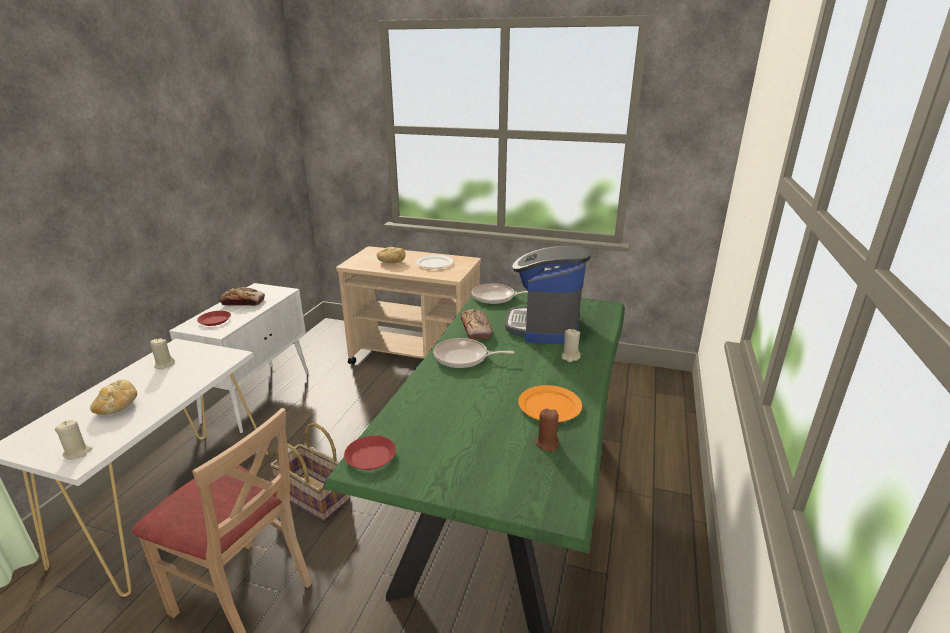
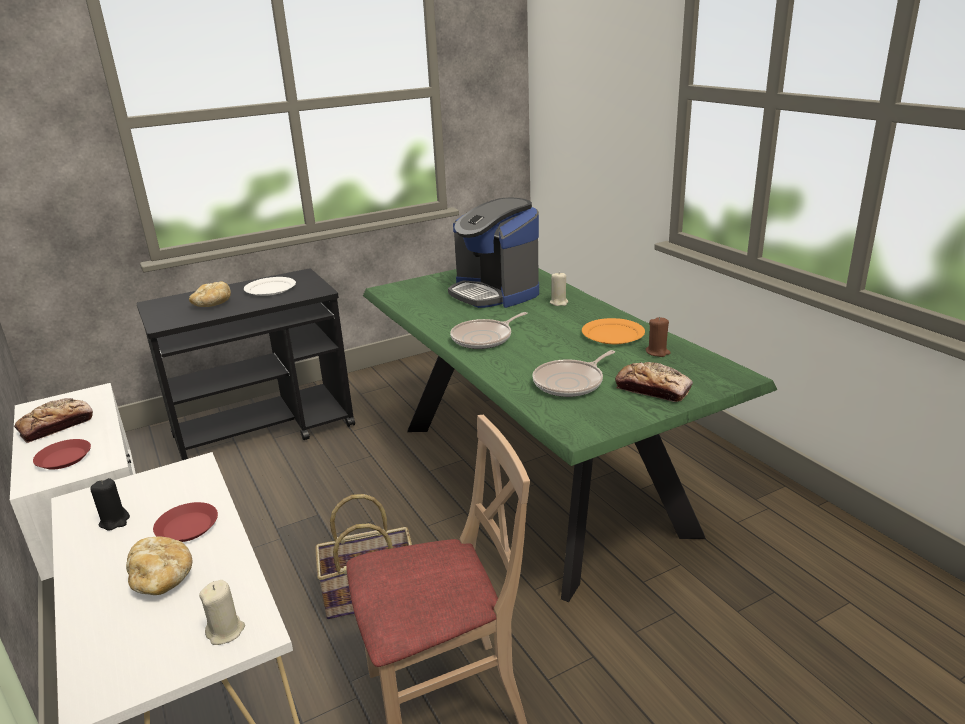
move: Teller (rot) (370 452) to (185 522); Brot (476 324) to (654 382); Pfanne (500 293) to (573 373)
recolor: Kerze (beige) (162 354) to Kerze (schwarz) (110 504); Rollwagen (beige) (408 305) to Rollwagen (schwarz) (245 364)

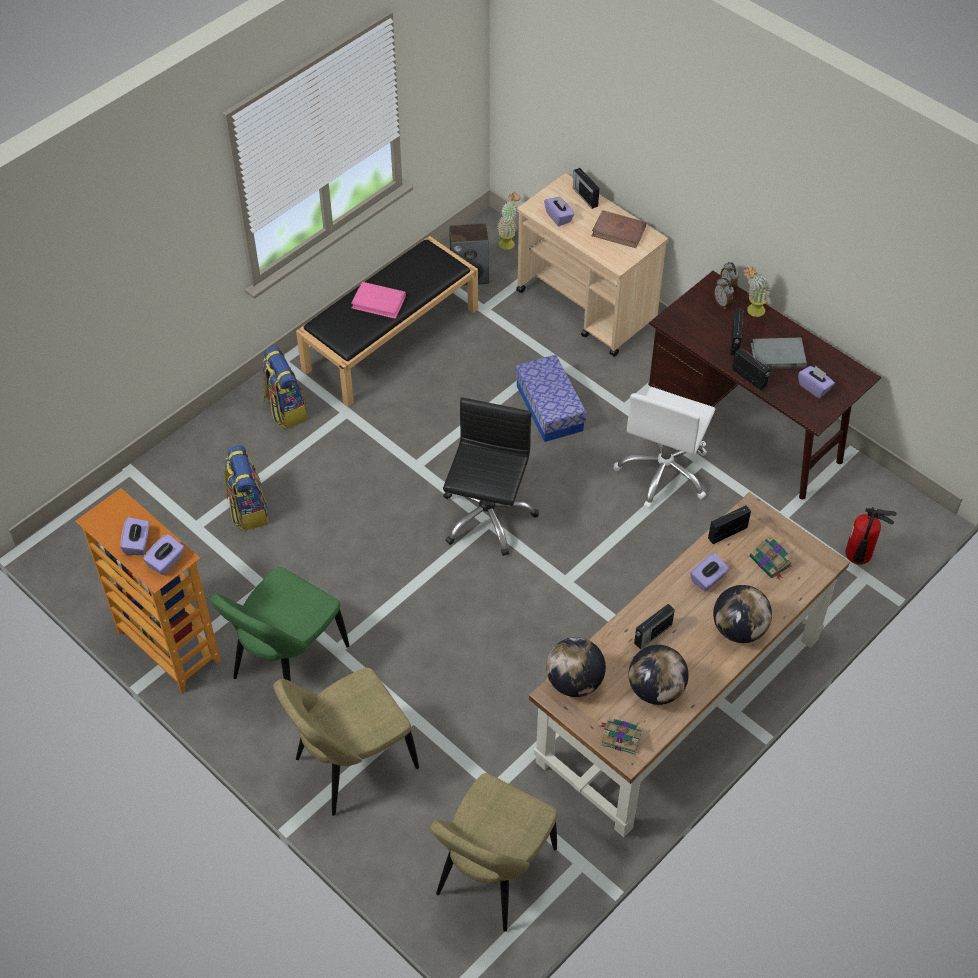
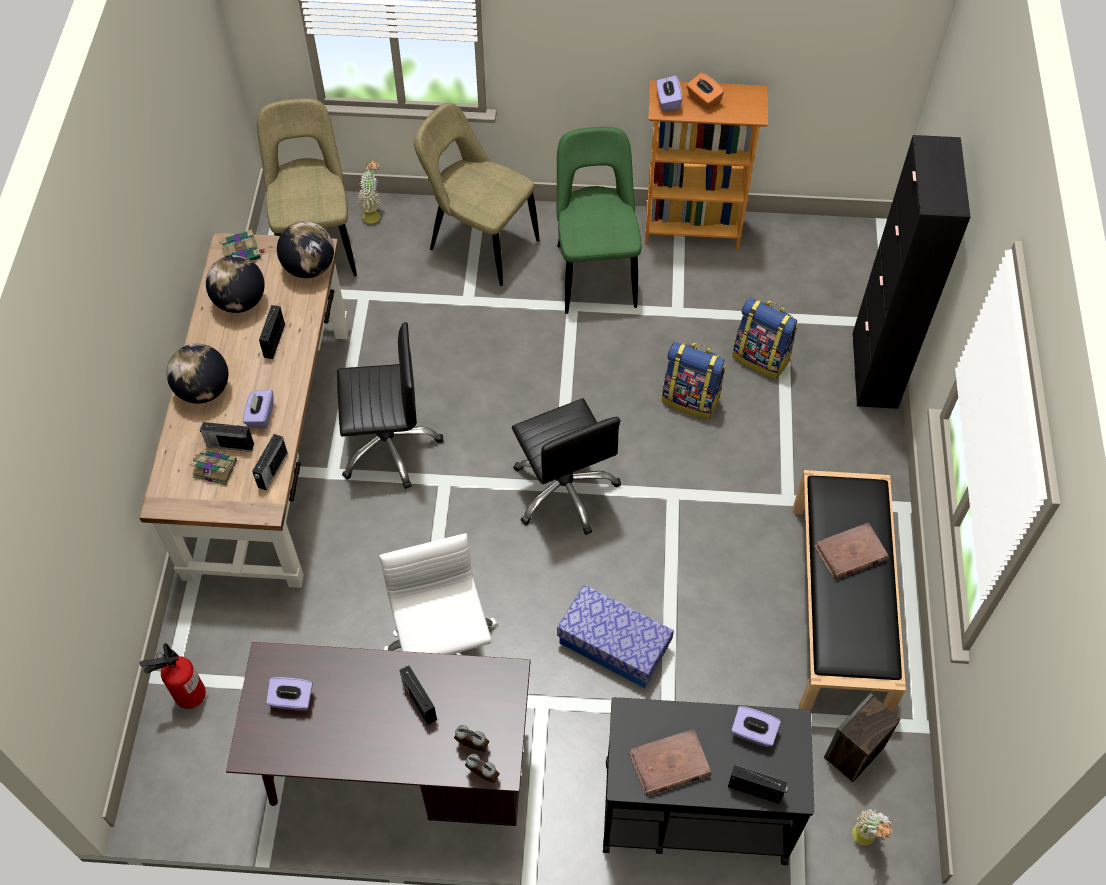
delete: Buch (grau) (779 353)
insert: Bürostuhl (schwarz) (390 405); Schrank (schwarz) (911 272)
move: Rucksack (284 387) to (694 380); Radio (751 369) to (227 437); Topfpflanze (757 291) to (368 191)
recolor: Taschentuchbox (lila) (134 536) to Taschentuchbox (orange) (705 91); Buch (rosa) (378 300) to Buch (braun) (851 551); Rollwagen (beige) (592 265) to Rollwagen (schwarz) (708 781)
rotate: Stuhl (beige) (346 742) = (476 194) 75 degrees counterclockwise

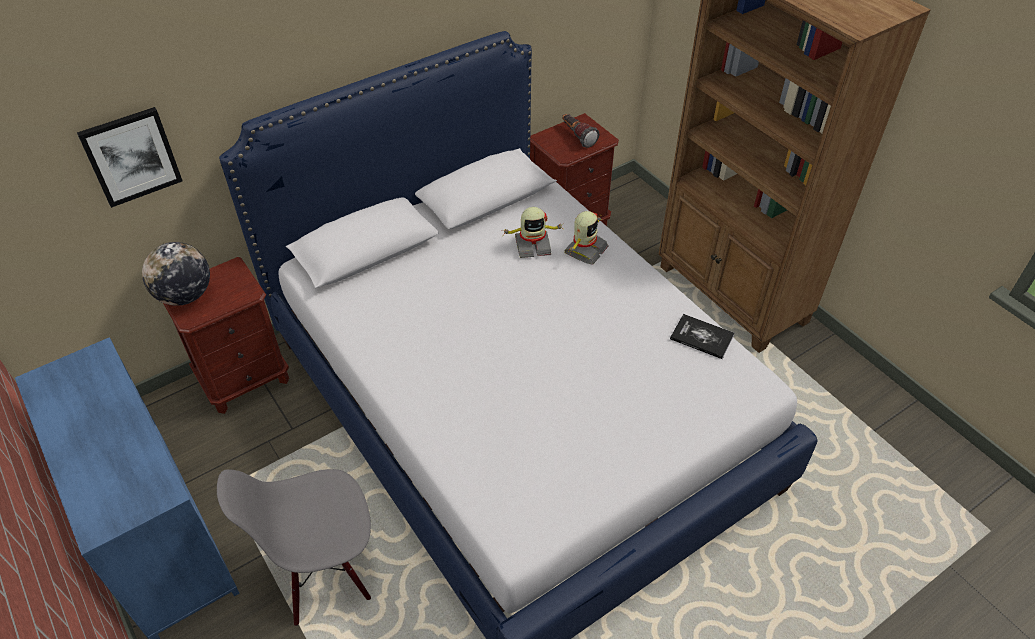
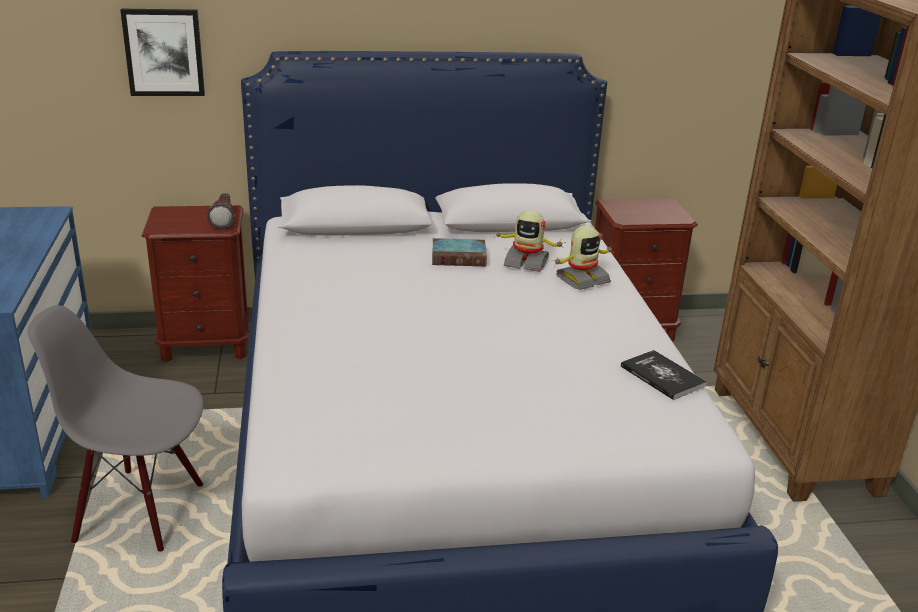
delete: Globus (176 274)
insert: Buch (459 252)
move: Taschenlampe (580 131) to (221 211)

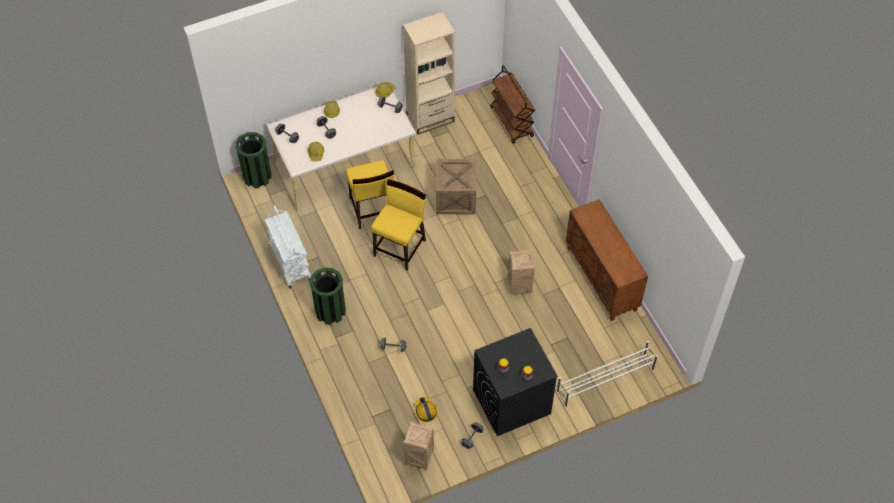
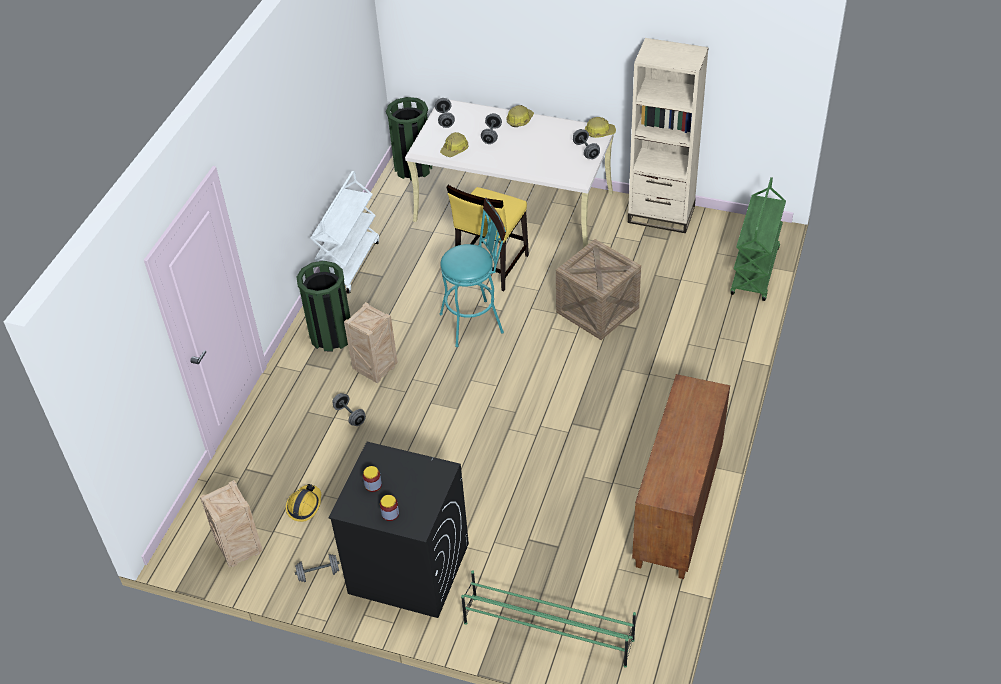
move: Kiste (521 272) to (371 342)
replace: Stuhl (gelb) (398 225) to Hocker (türkis) (473 272)
recolor: Rollwagen (braun) (512 104) to Rollwagen (grün) (758 239); Schuhregal (weiß) (607 374) to Schuhregal (grün) (548 619)

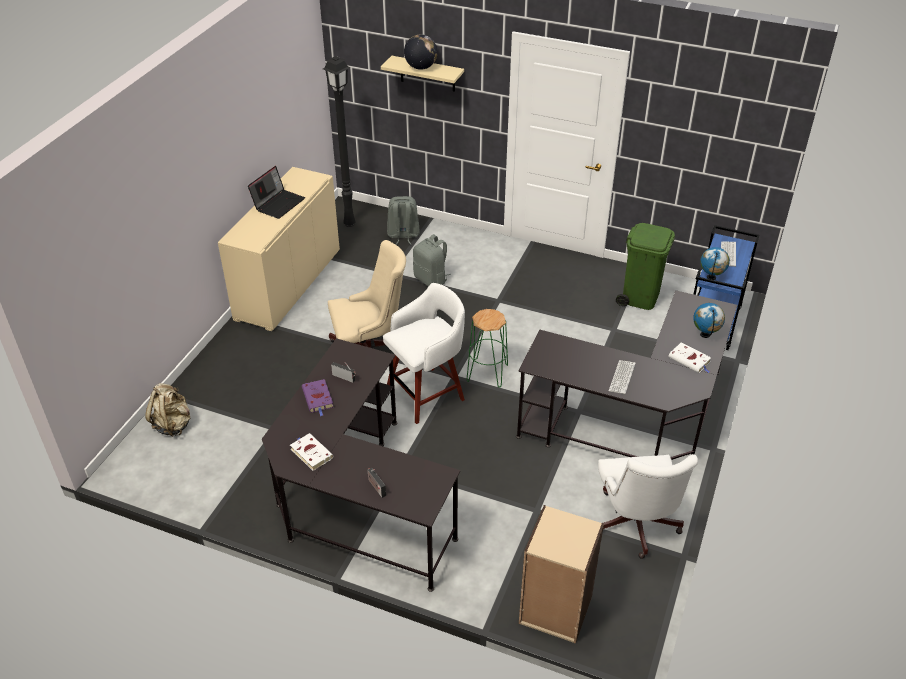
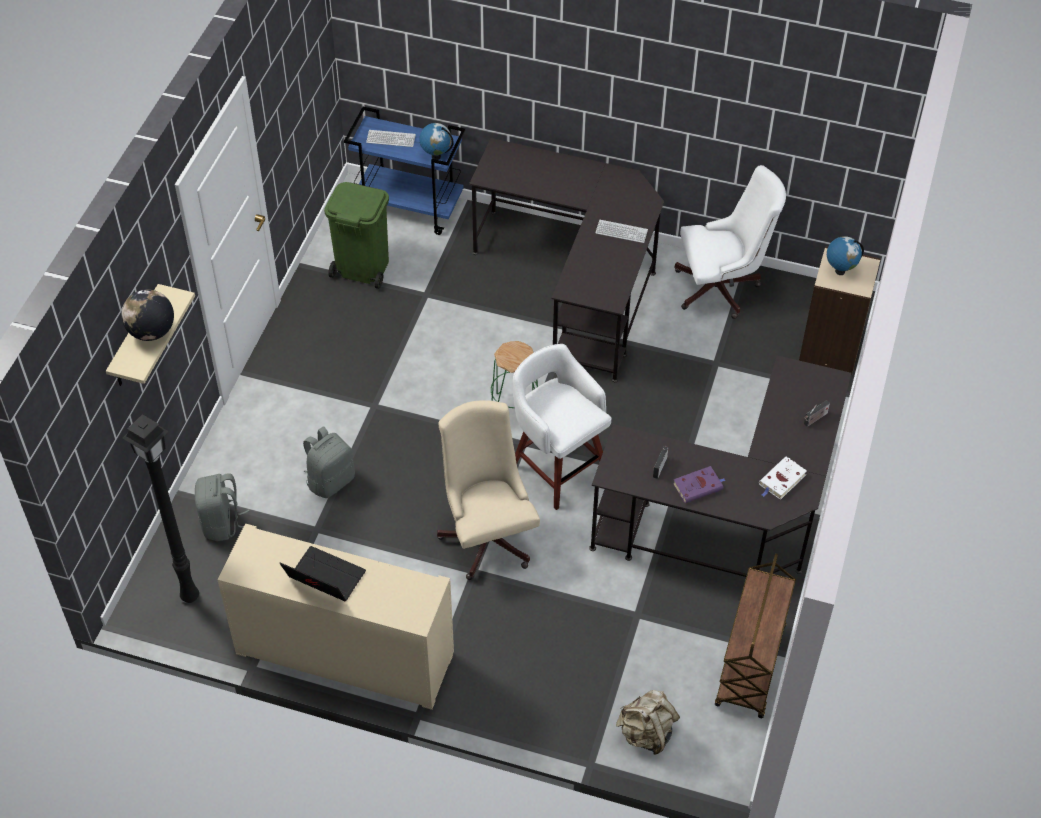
delete: Buch (weiß) (689 357)
insert: Rollwagen (braun) (755 635)
move: Globus (709 320) to (845 255)

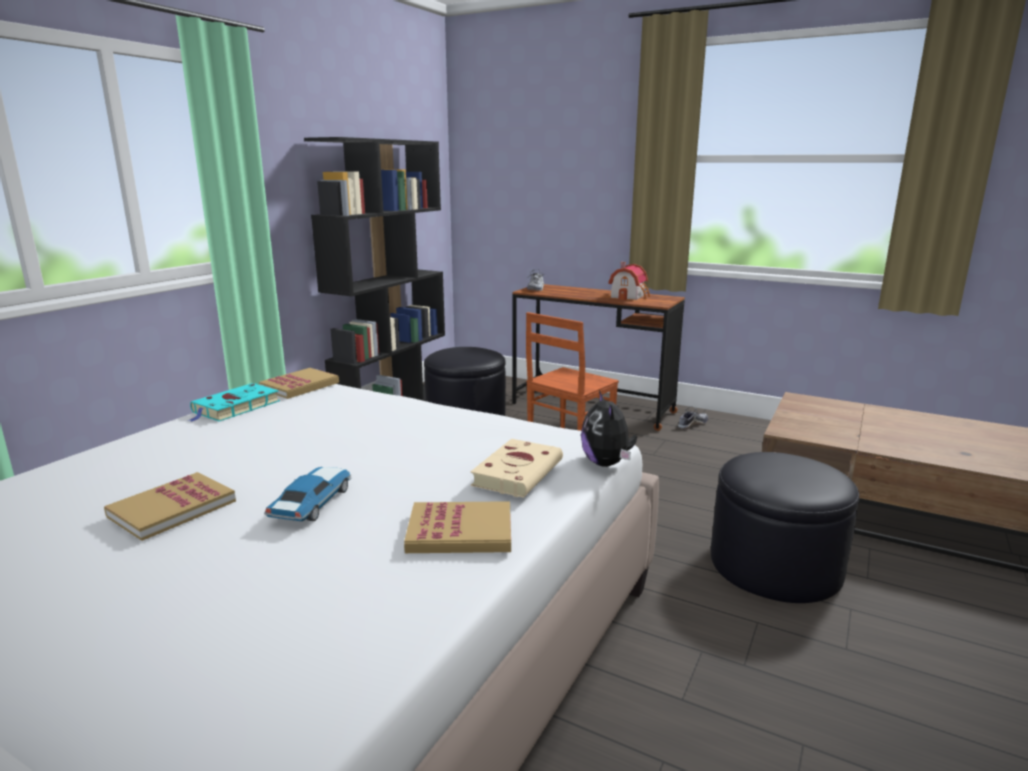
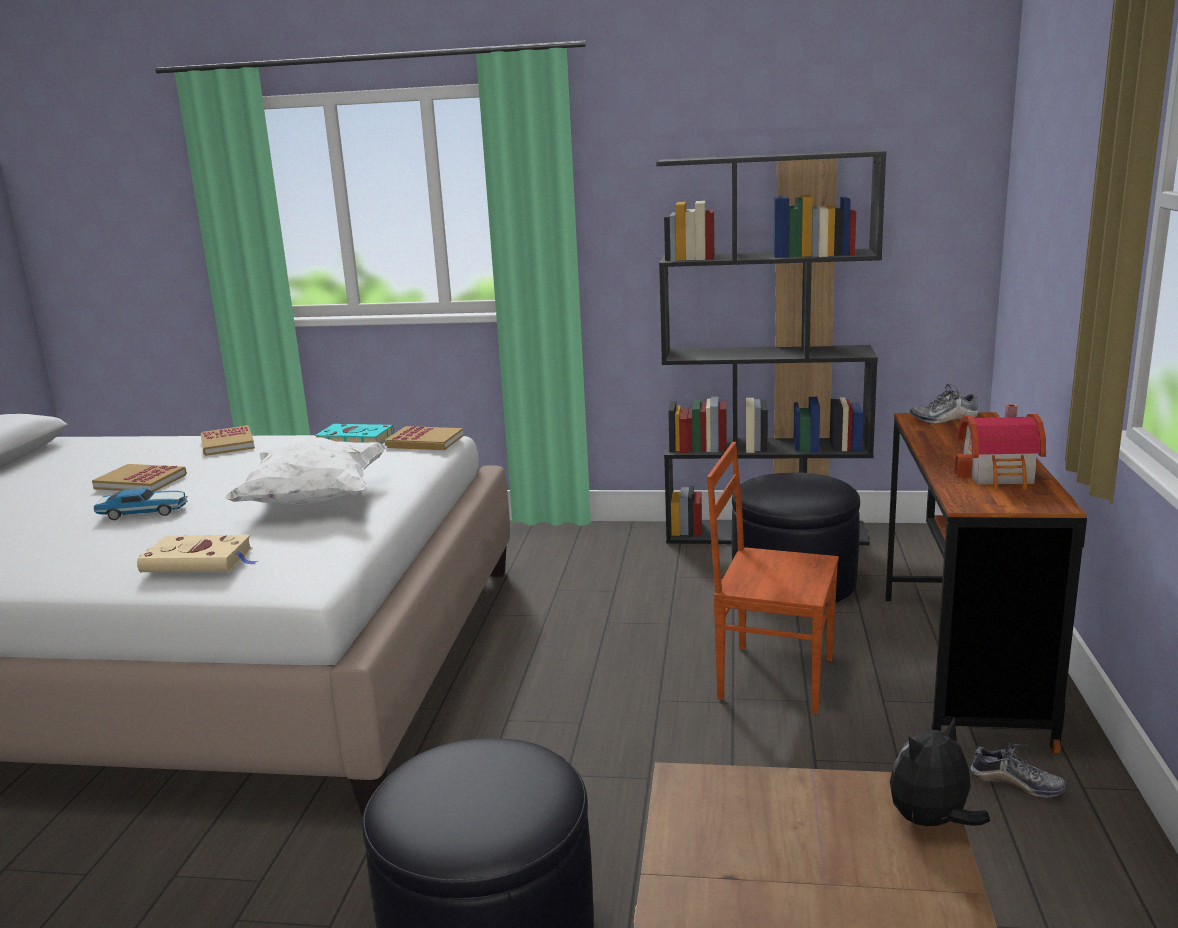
insert: Kissen (weiß) (306 471)
move: Buch (457 527) to (228 440); Plüschtier (609 429) to (940 772)

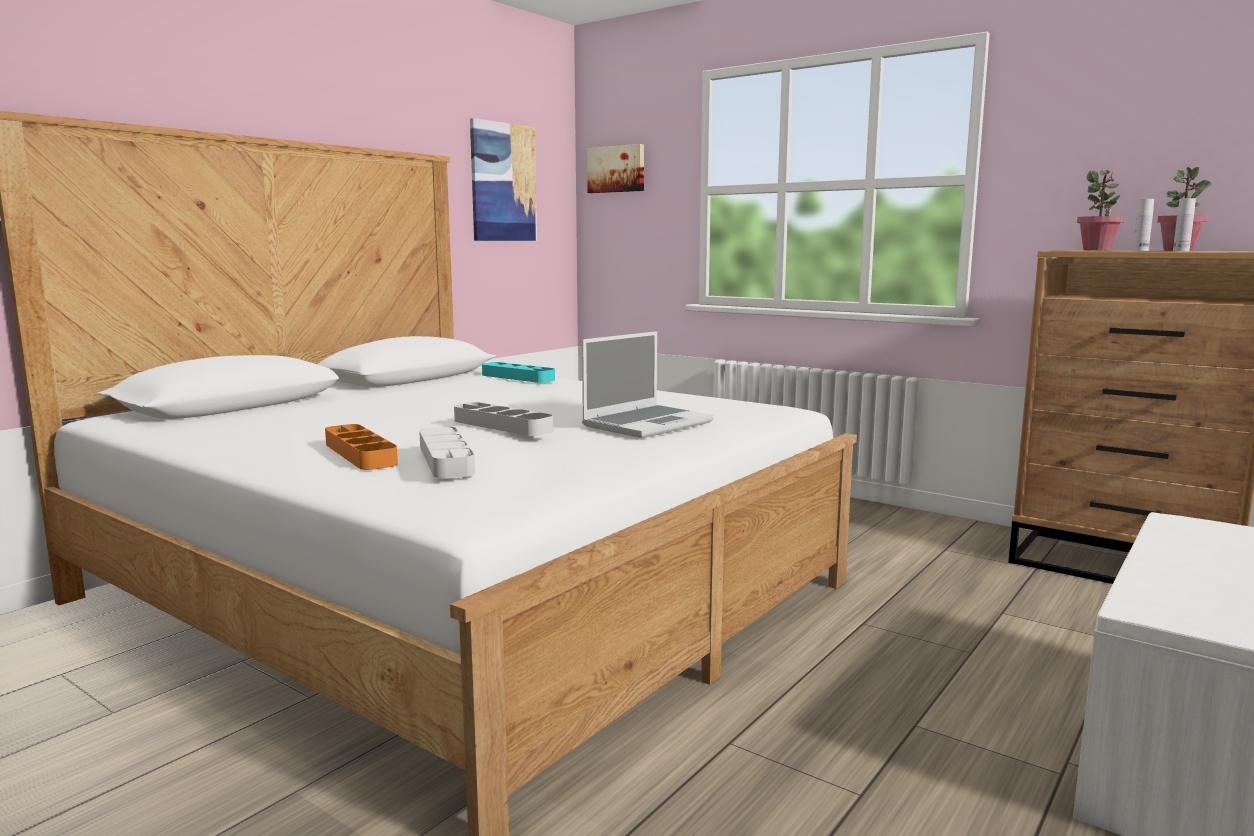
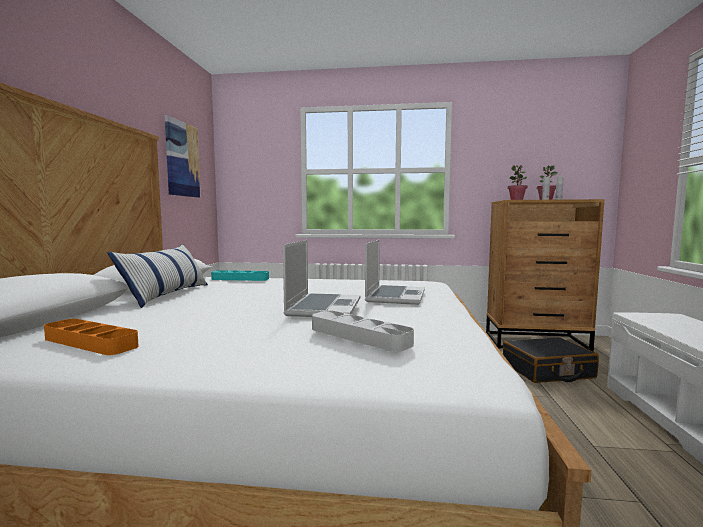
delete: Bild (615 168)
insert: Kissen (157 276); Koffer (schwarz) (551 360)
move: Tablett (orange) (361 447) to (91 337)
replace: Tablett (grau) (503 419) to Laptop (322 278)

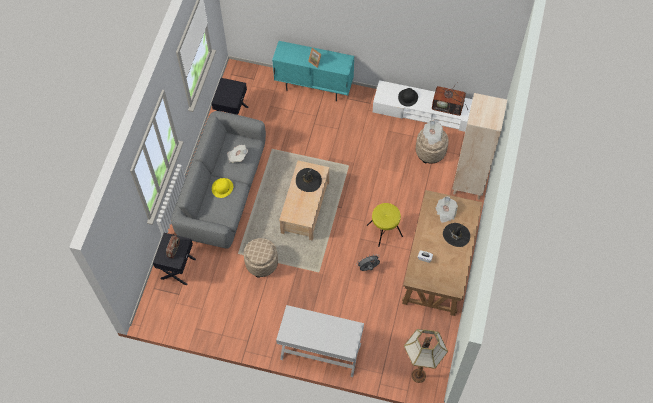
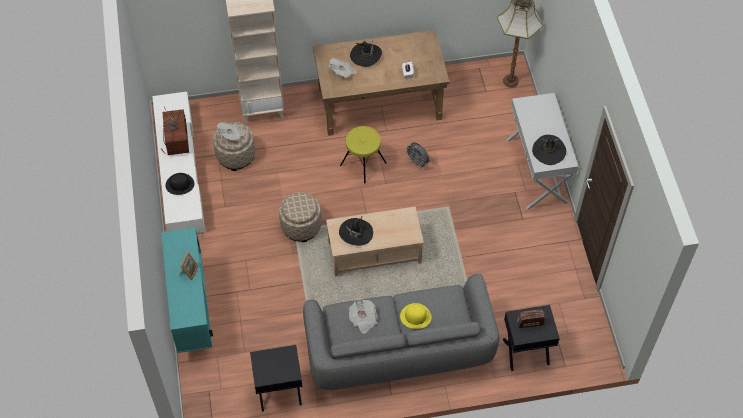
insert: Hut (schwarz) (549 150)
move: Polsterhocker (beige) (261 258) to (300 217)

